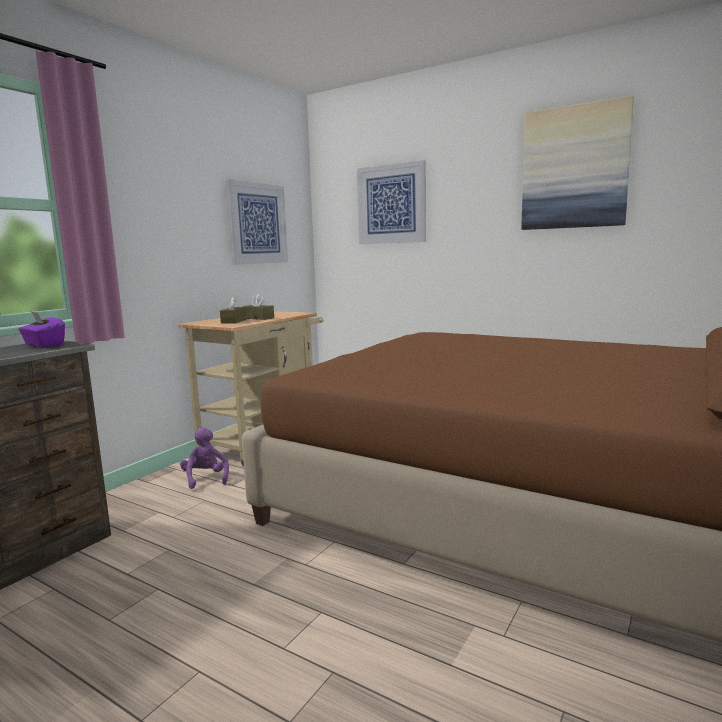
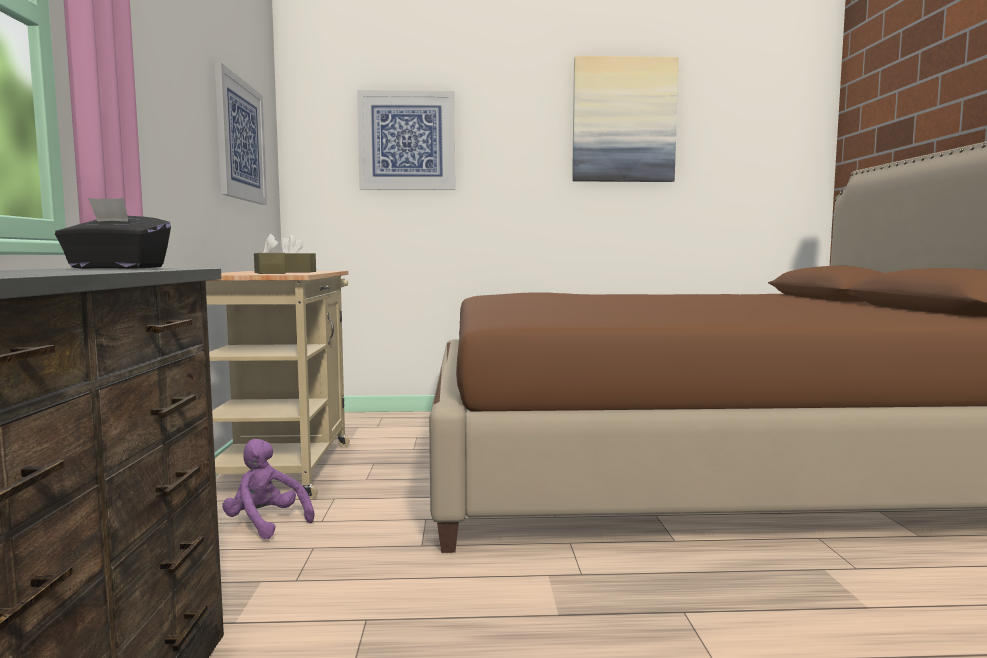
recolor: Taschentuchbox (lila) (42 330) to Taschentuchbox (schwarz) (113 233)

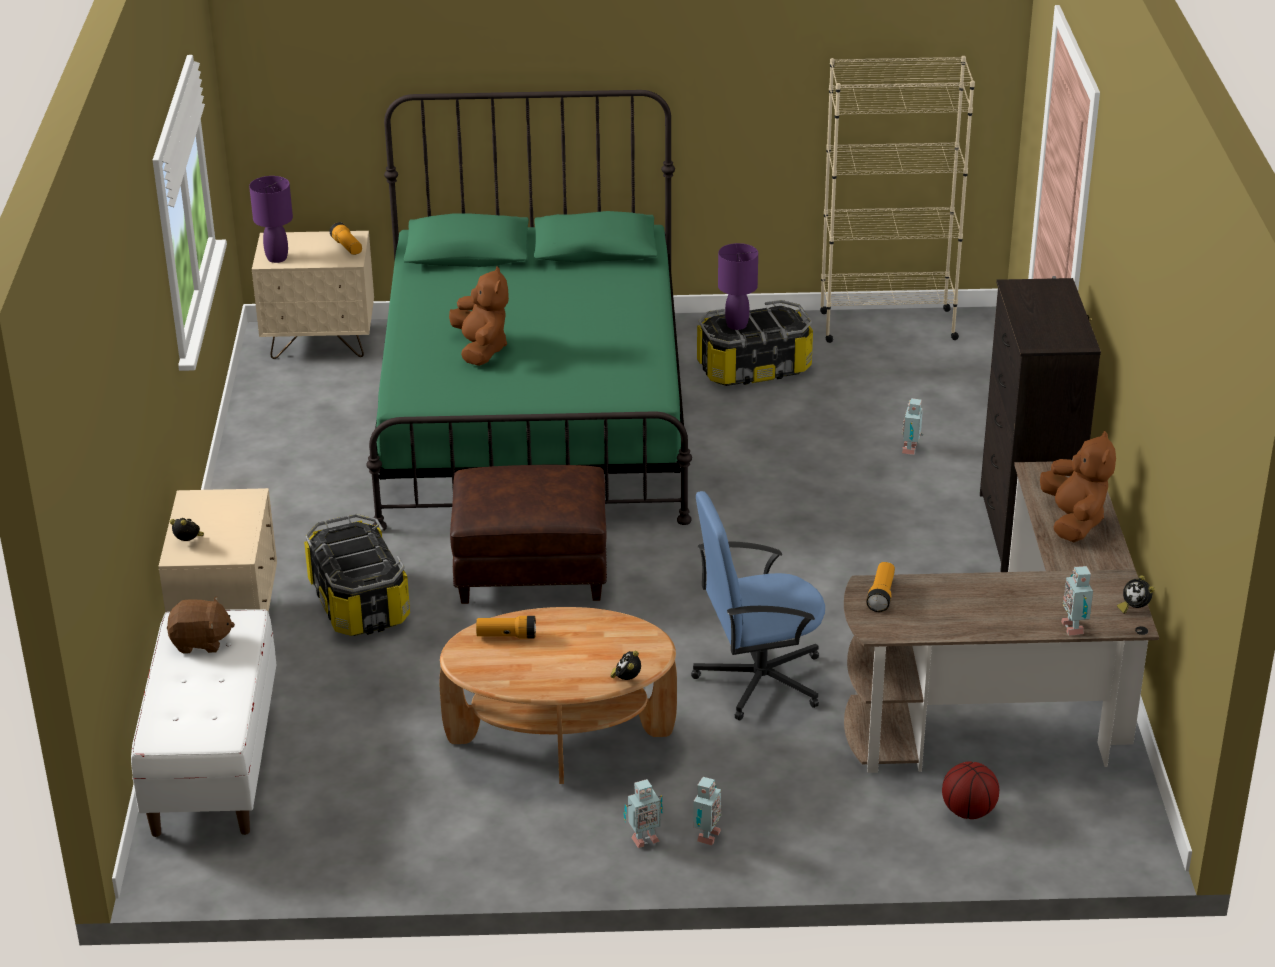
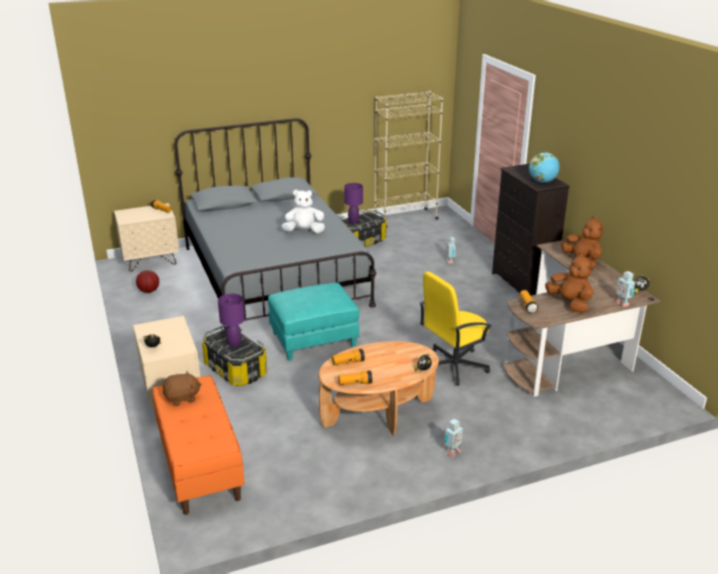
delete: Spielzeugroboter (707 811)
insert: Plüschtier (weiß) (303 211); Taschenlampe (355 377); Globus (544 167)
move: Tischlampe (lila) (271 219) to (231 320); Plüschtier (braun) (479 316) to (569 282); Basketball (970 790) to (147 281)
recolor: Bank (weiß) (203 723) to Bank (orange) (198 445); Bett (grün) (529 310) to Bett (grau) (275 223); Polsterhocker (braun) (528 534) to Polsterhocker (türkis) (314 322); Bürostuhl (blau) (758 605) to Bürostuhl (gelb) (456 329)

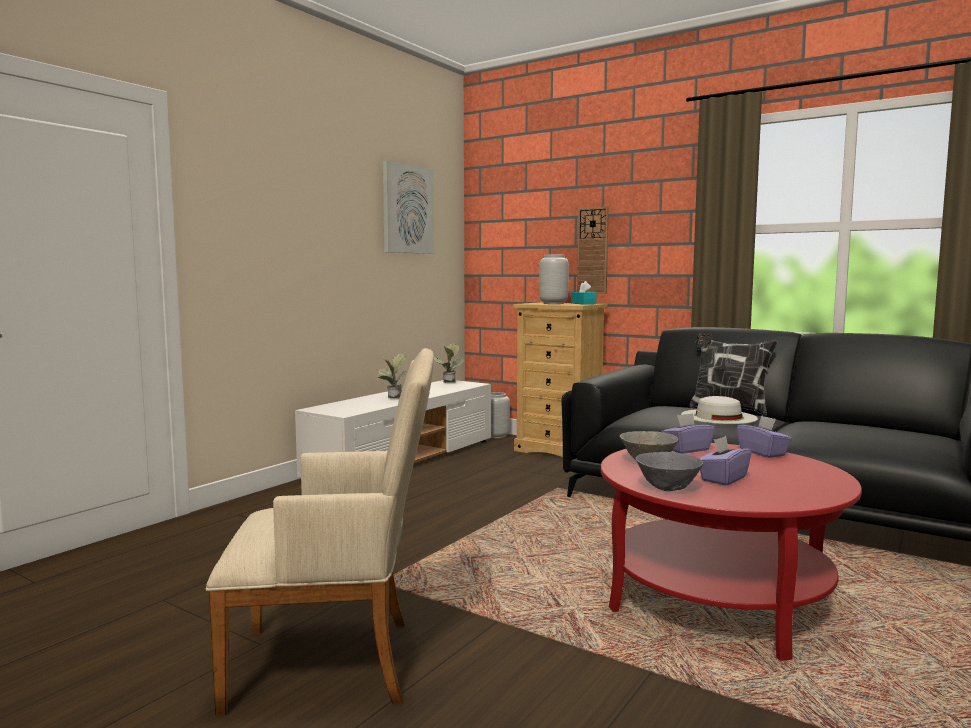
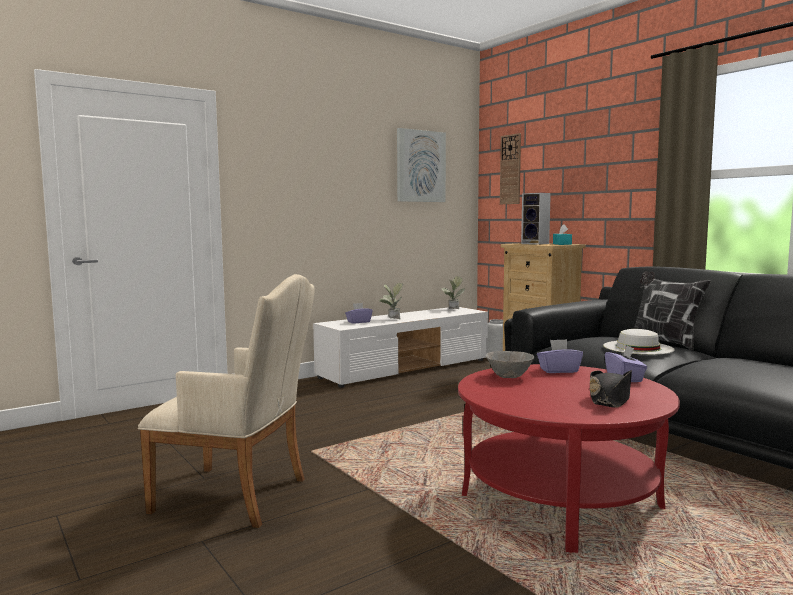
delete: Schüssel (grau) (669 471)
insert: Hut (schwarz) (611 389)
move: Wanduhr (593 250) to (510 168); Taschentuchbox (lila) (725 461) to (359 313)
replace: Vase (grau) (554 279) to Lautsprecher (536 219)

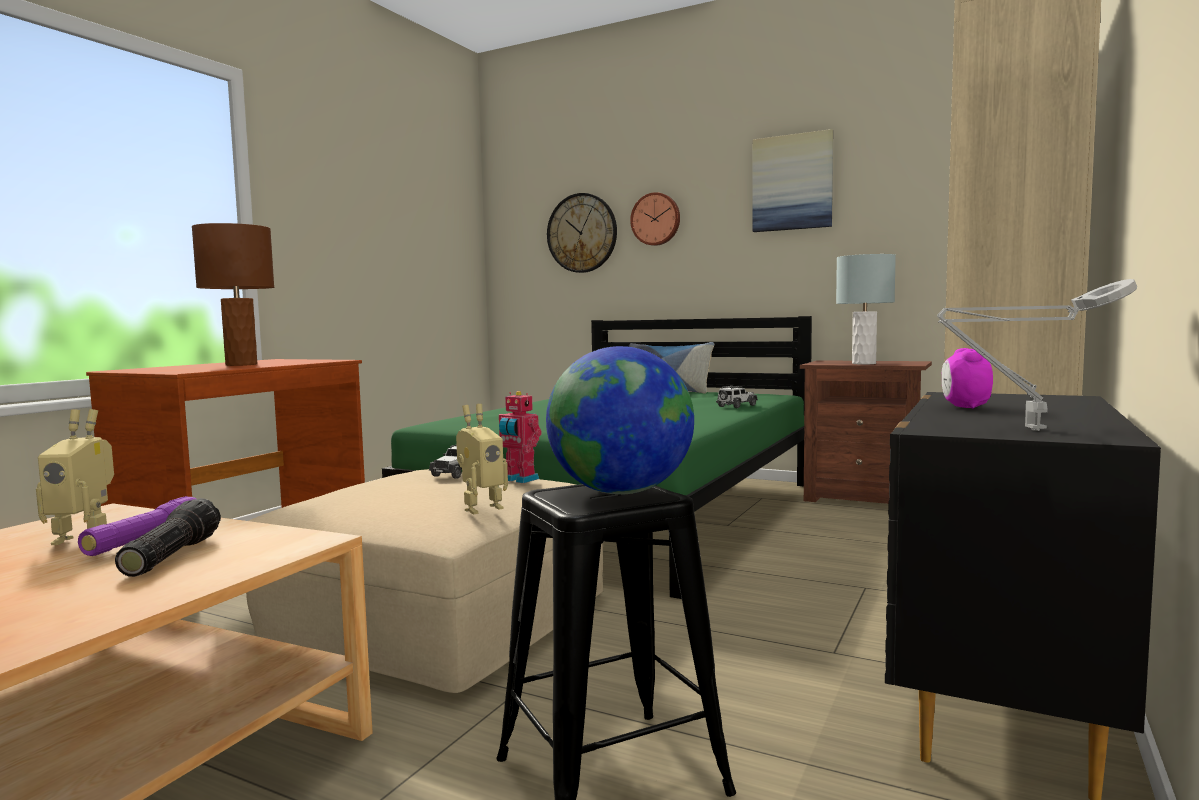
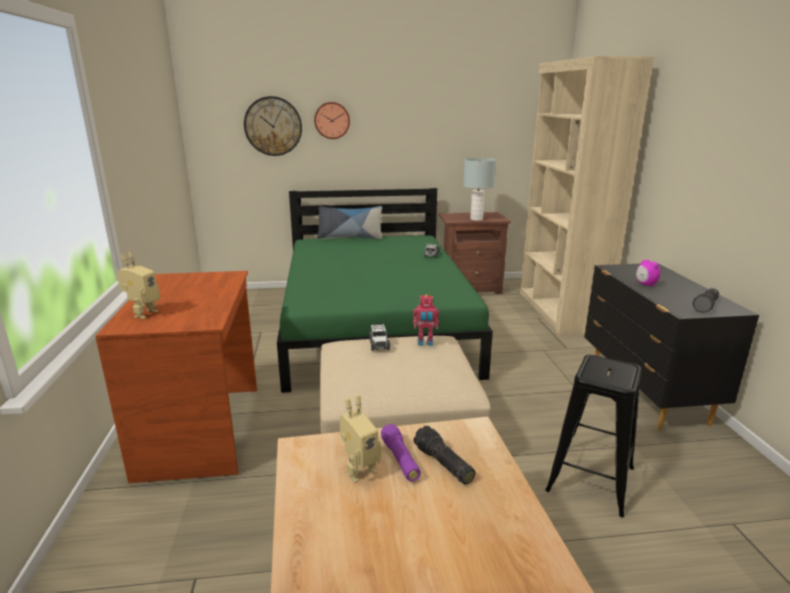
delete: Tischlampe (braun) (233 294); Globus (620 420); Bild (792 180)
move: Spielzeugroboter (482 459) to (138 285)
replace: Tischlampe (grau) (1037 355) to Taschenlampe (706 300)

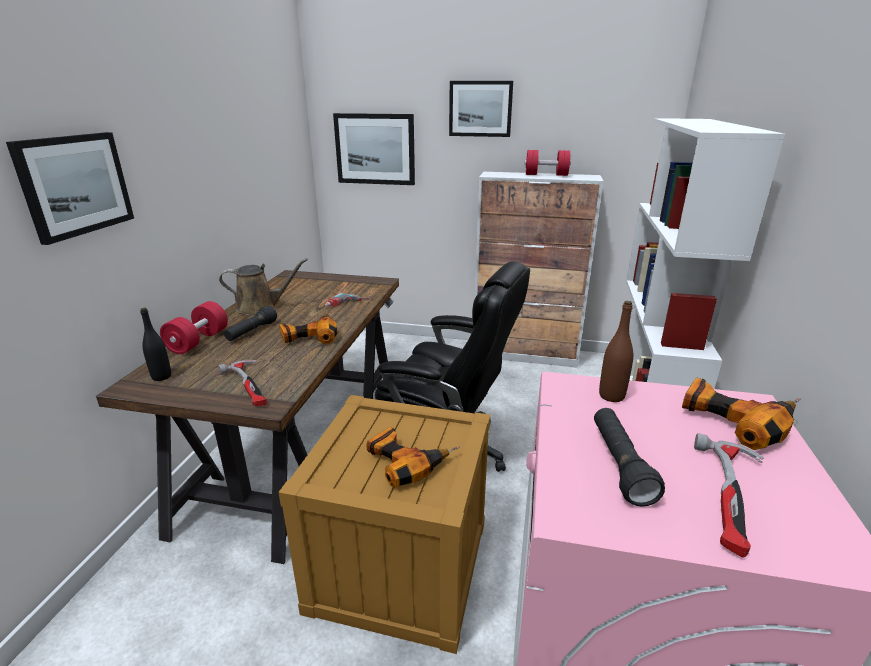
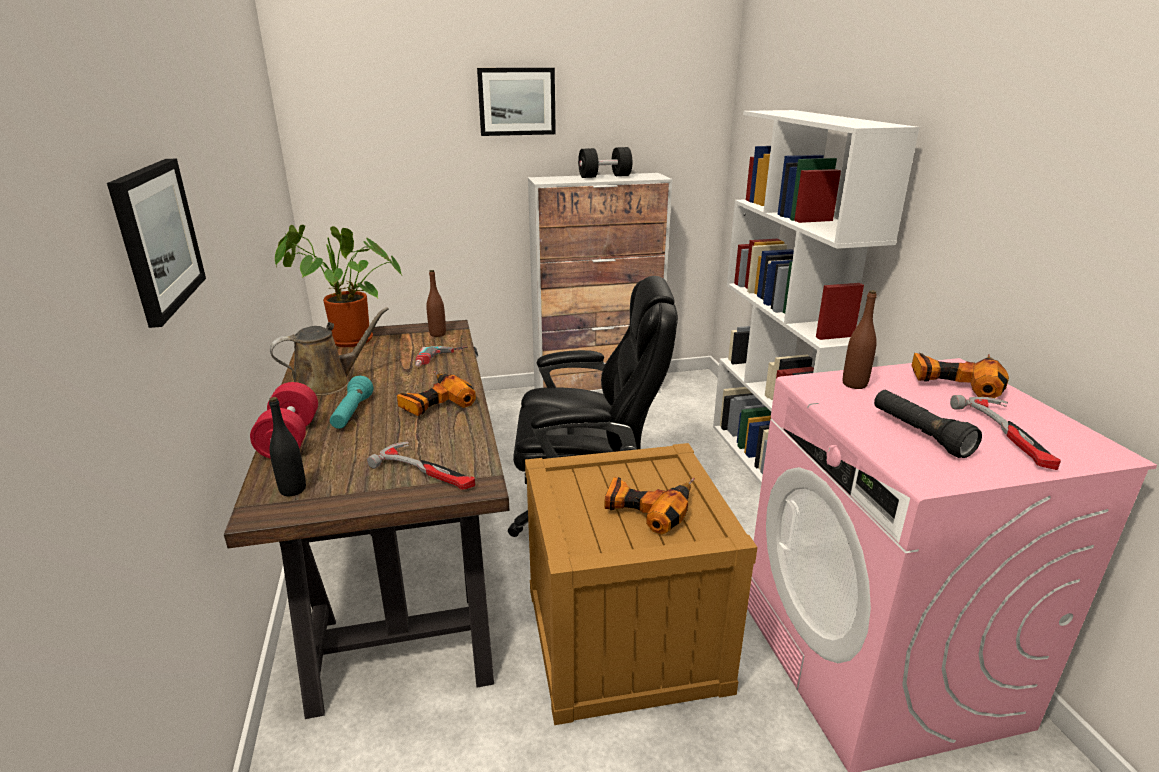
delete: Bild (374 149)
insert: Topfpflanze (338 286); Flasche (braun) (436 303)
recolor: Taschenlampe (schwarz) (250 323) to Taschenlampe (türkis) (351 402); Hantel (rot) (548 163) to Hantel (schwarz) (605 162)

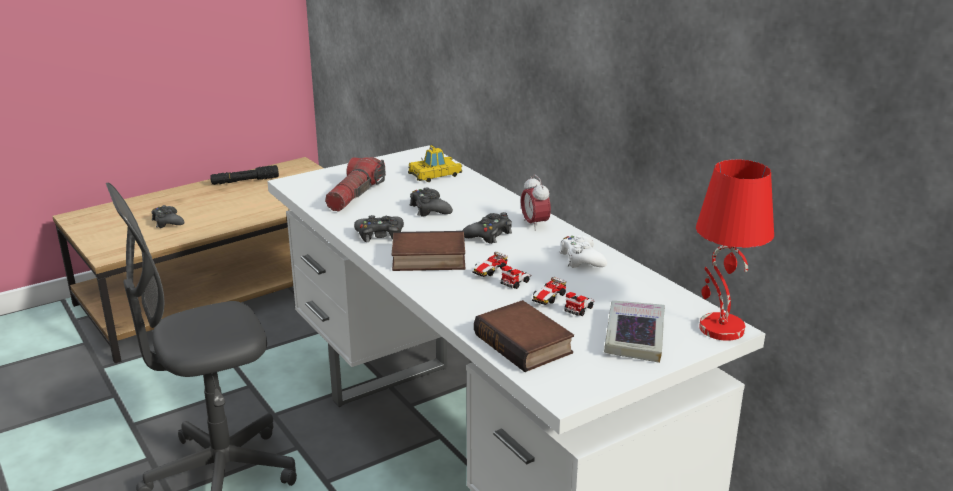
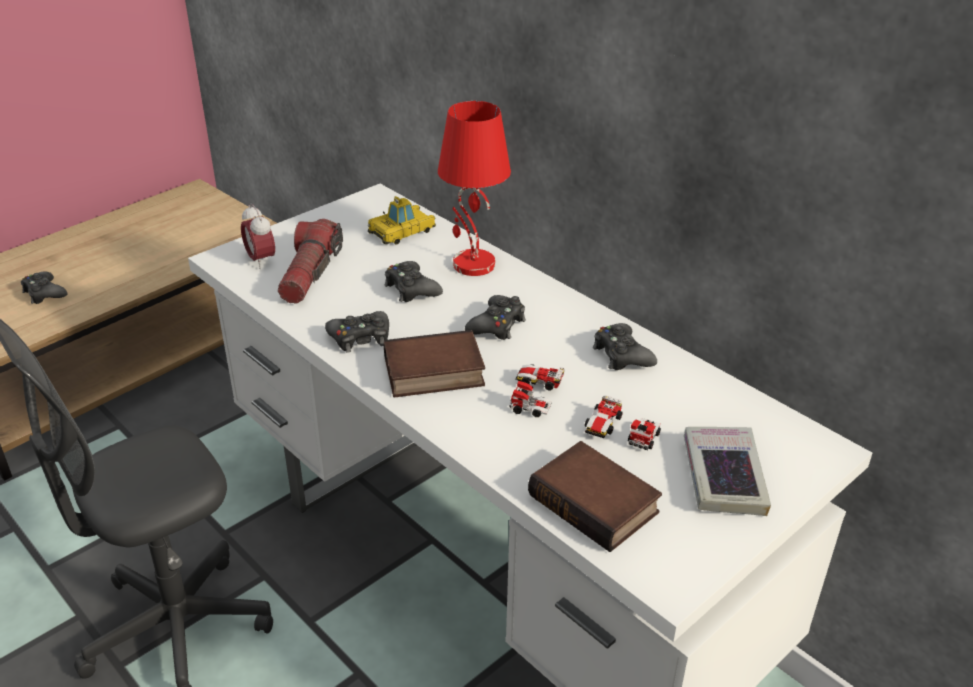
delete: Taschenlampe (schwarz) (244 175)
move: Wecker (536 202) to (258 236); Tischlampe (rot) (735 250) to (474 188)
recolor: Gamepad (weiß) (583 251) to Gamepad (schwarz) (625 346)
rotate: Spielzeugauto (501 270) = (536 390) 75 degrees clockwise

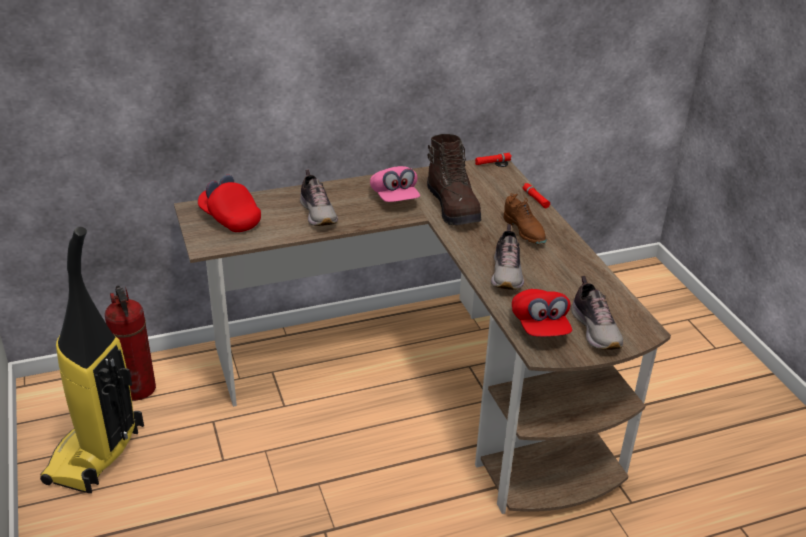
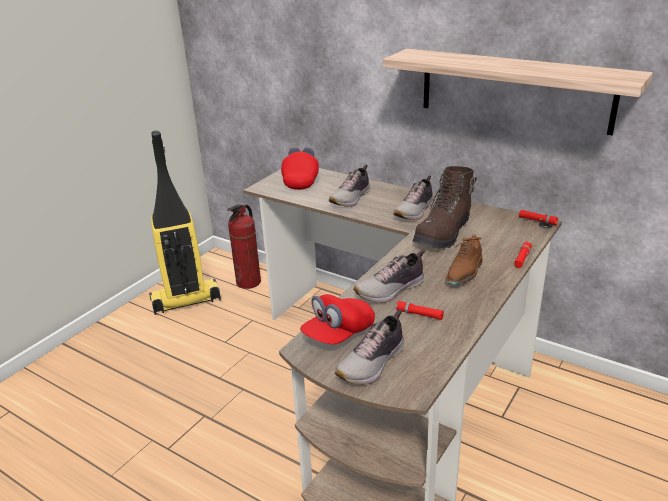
insert: Wandregal (518 91); Taschenlampe (rot) (420 310)
replace: Kappe (rosa) (395 184) to Schuh (413 197)

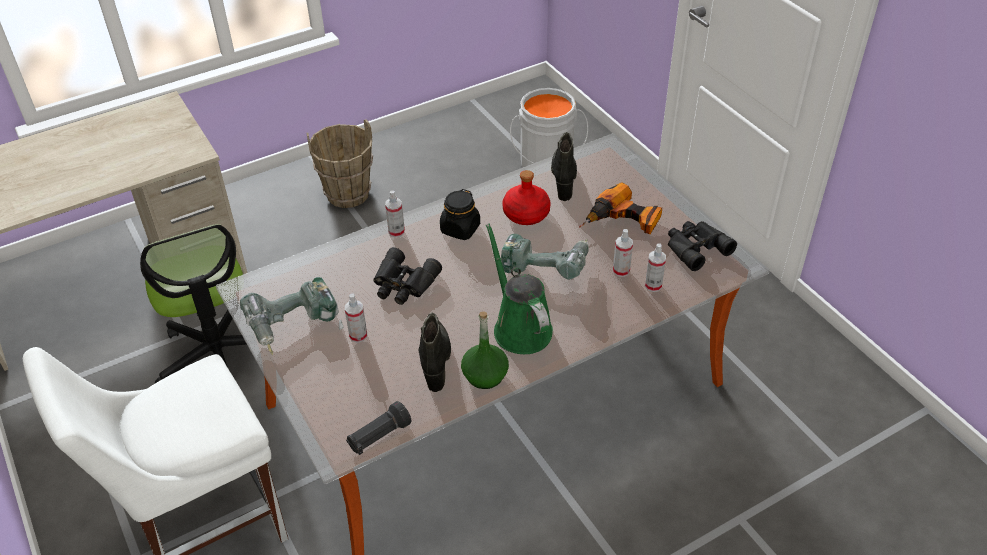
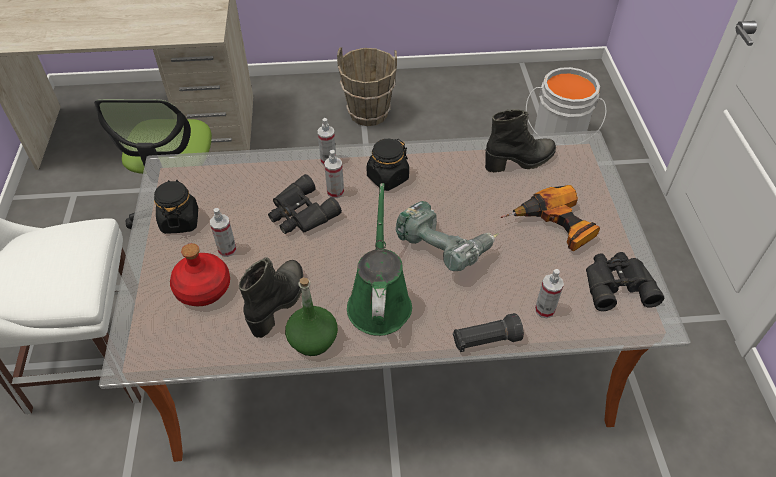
move: Taschenlampe (schwarz) (378 428) to (488 332); Flasche (rot) (526 197) to (200 274); Sprühflasche (623 253) to (334 174)
replace: Bohrmaschine (291 316) to Vorratsglas (schwarz) (176 207)
rotate: Stiefel (schwarz) (564 166) = (520 140) 45 degrees clockwise

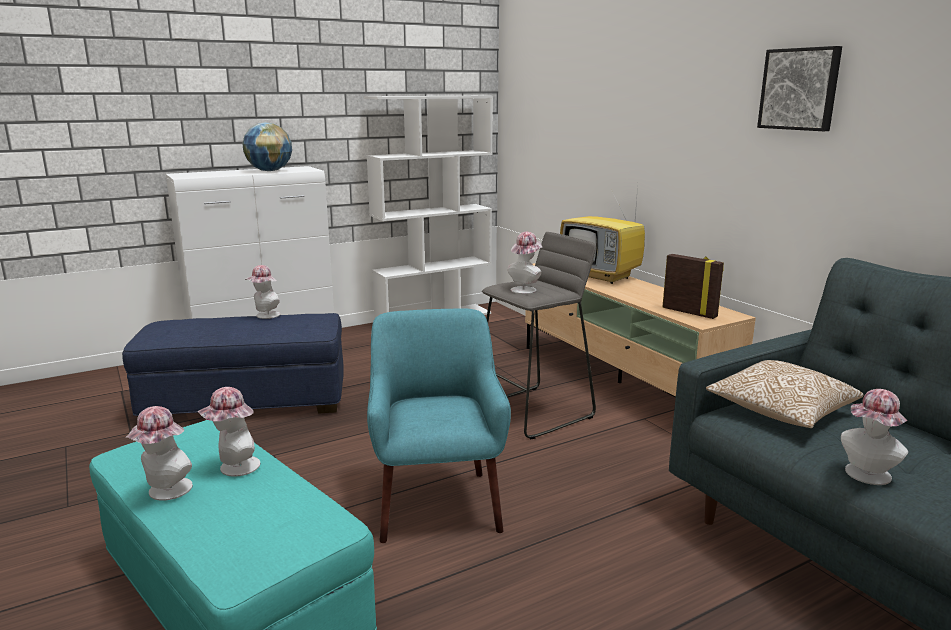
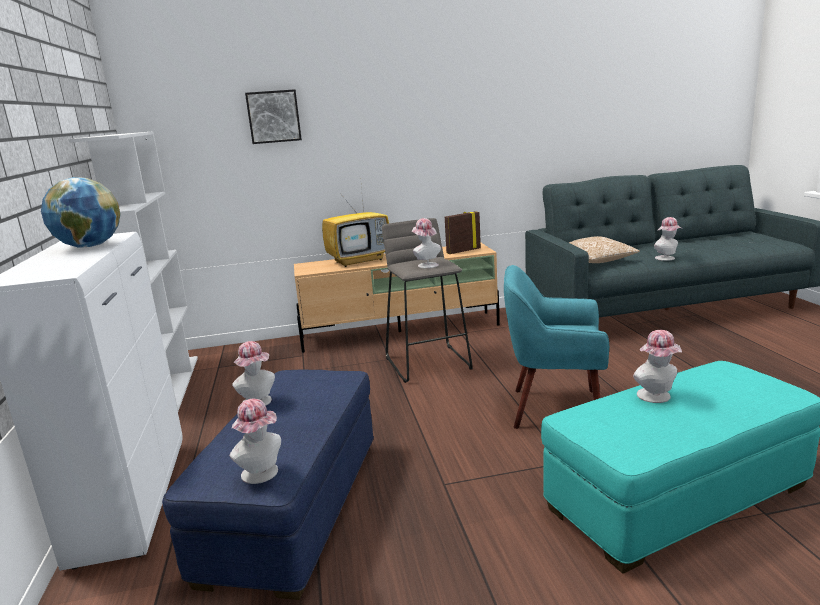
move: Hut (159 453) to (255 441); Bild (799 88) to (273 116)

